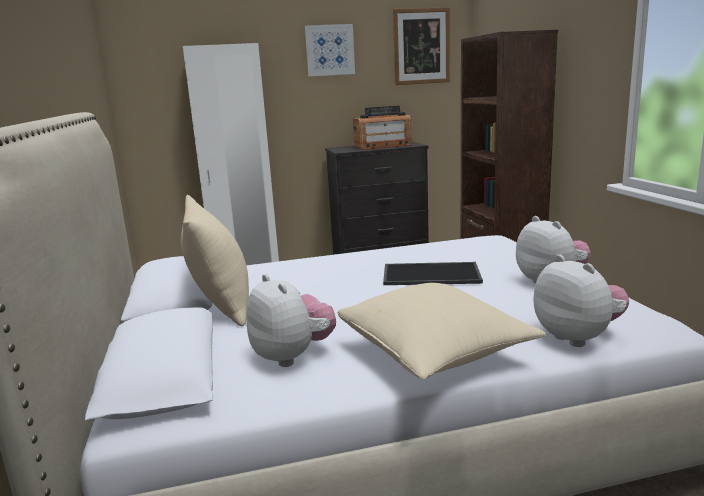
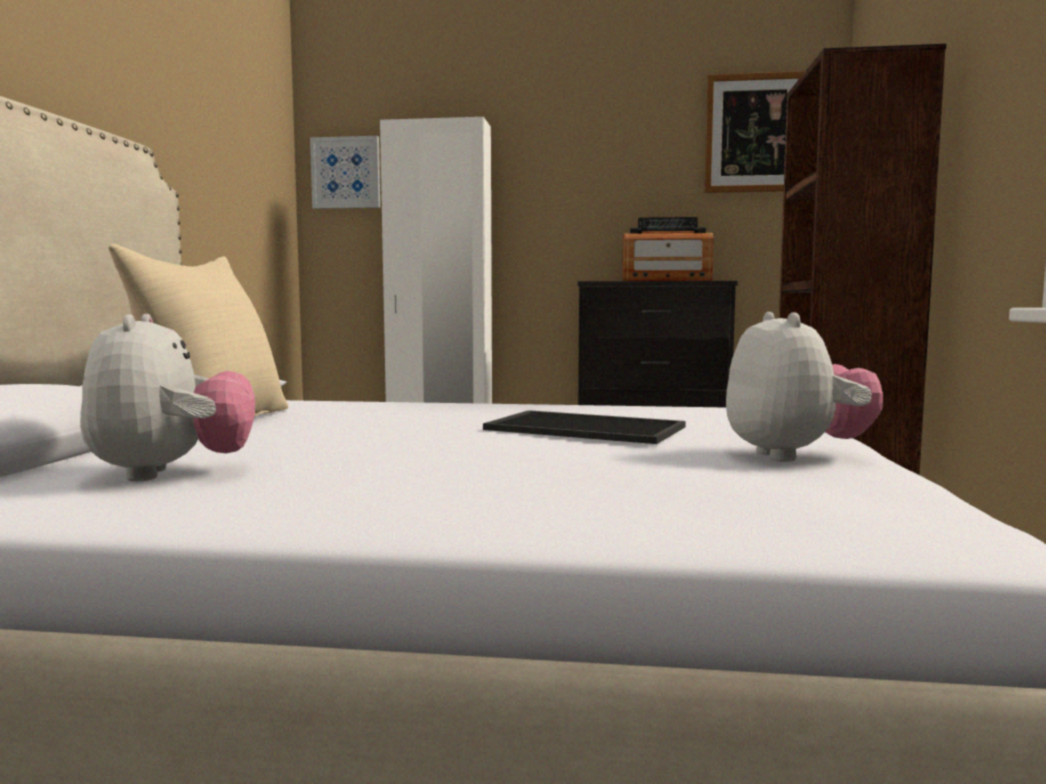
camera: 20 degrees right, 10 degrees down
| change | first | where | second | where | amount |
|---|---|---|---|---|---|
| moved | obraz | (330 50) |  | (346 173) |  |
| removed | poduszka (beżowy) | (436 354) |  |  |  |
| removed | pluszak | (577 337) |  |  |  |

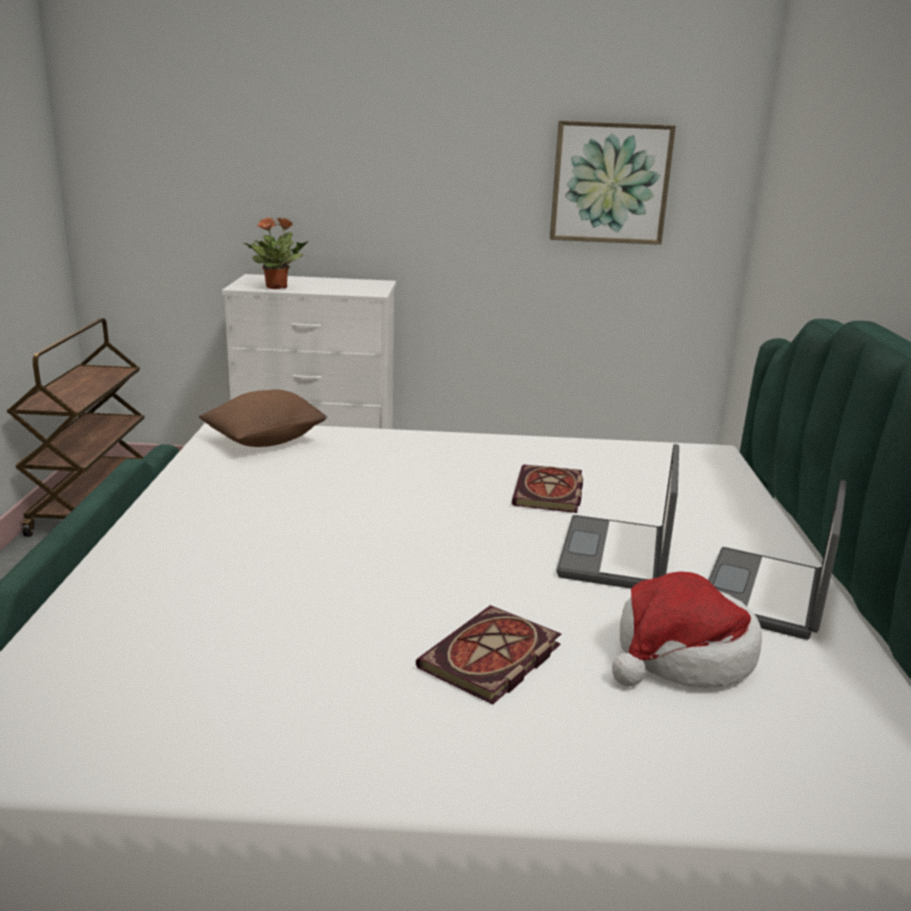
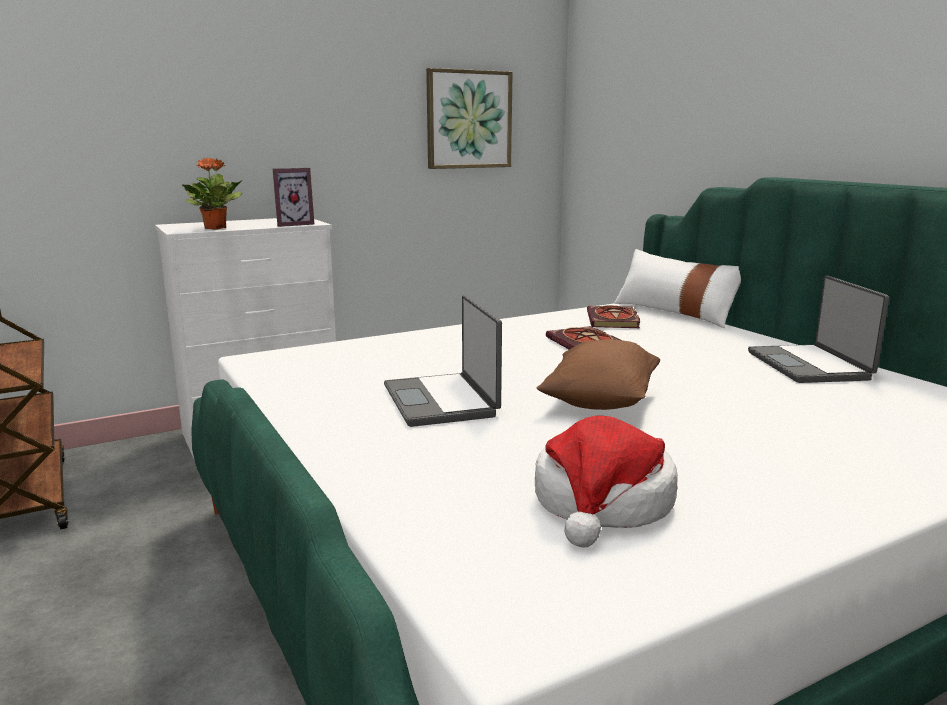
camera: 30 degrees left, 5 degrees down
| change | first | where | second | where | amount |
|---|---|---|---|---|---|
| added |  |  | ramka na zdjęcie | (293 224) |  |
| moved | laptop | (617 555) |  | (442 401) |  |
| moved | kapelusz | (682 655) |  | (602 503) |  |
| moved | poduszka (brązowy) | (265 441) |  | (600 402) |  |
| moved | książka | (491 660) |  | (614 321) |  |
| added |  |  | poduszka (biały) | (675 313) |  |

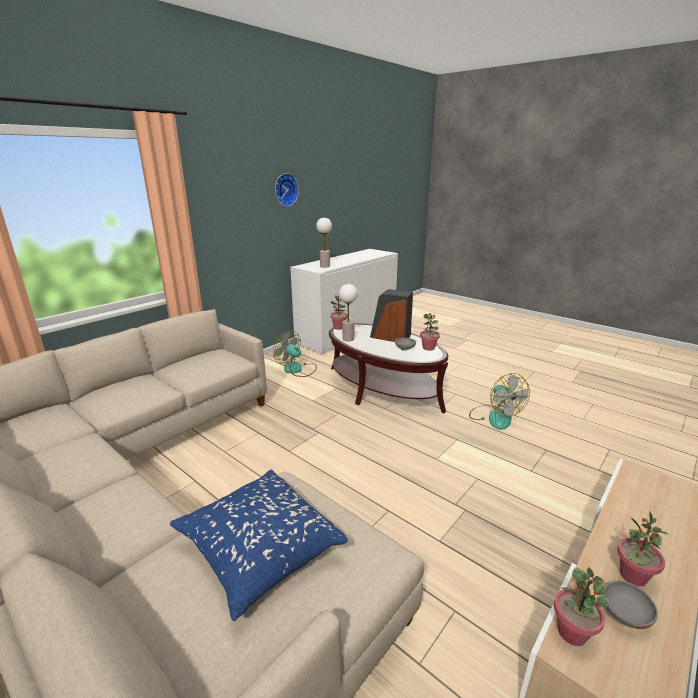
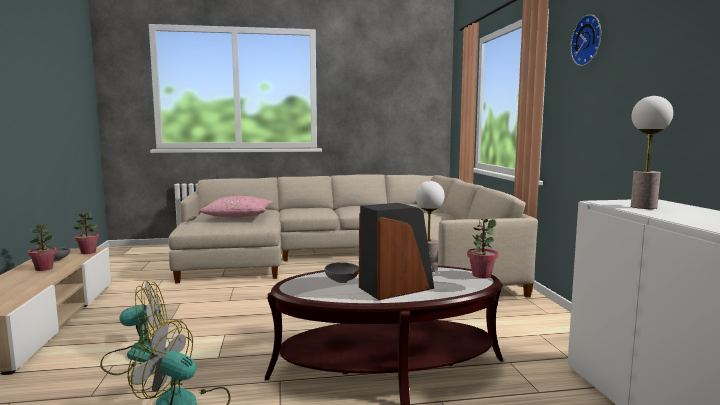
camera: 130 degrees right, 15 degrees down
| change | first | where | second | where | amount |
|---|---|---|---|---|---|
| moved | wentylator | (297 369) |  | (137 356) |  |
| recoloured | poduszka (niebieski) | (258 547) | poduszka (różowy) | (239 216) |  |
| moved | zegar ścienny | (285 190) |  | (589 40) |  |
| removed | roślina doniczkowa | (428 348) |  |  |  |

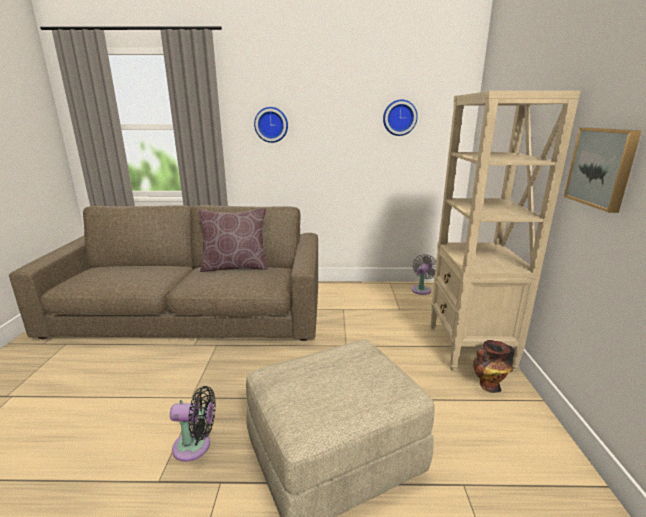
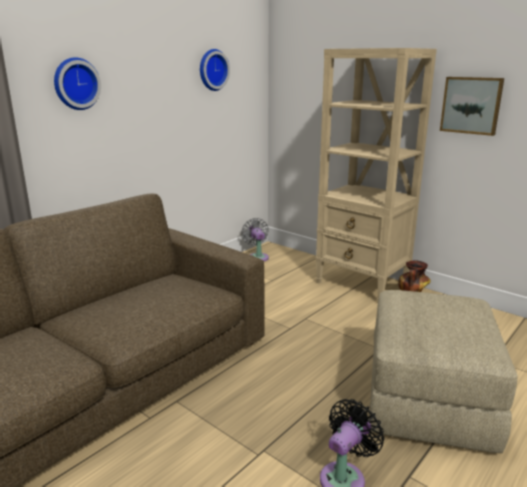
camera: 50 degrees left, 0 degrees up
| change | first | where | second | where | amount |
|---|---|---|---|---|---|
| removed | poduszka (brązowy) | (235 267) |  |  |  |

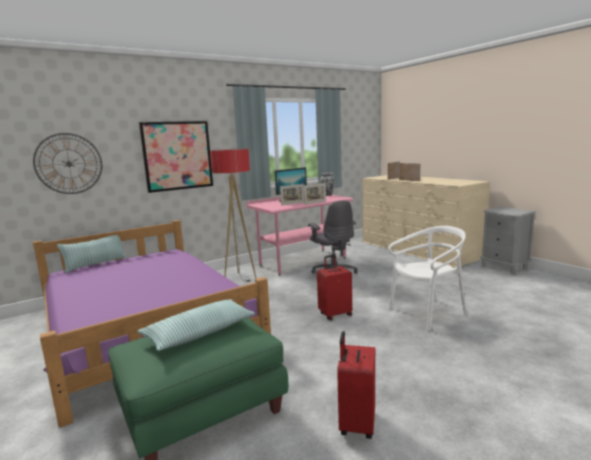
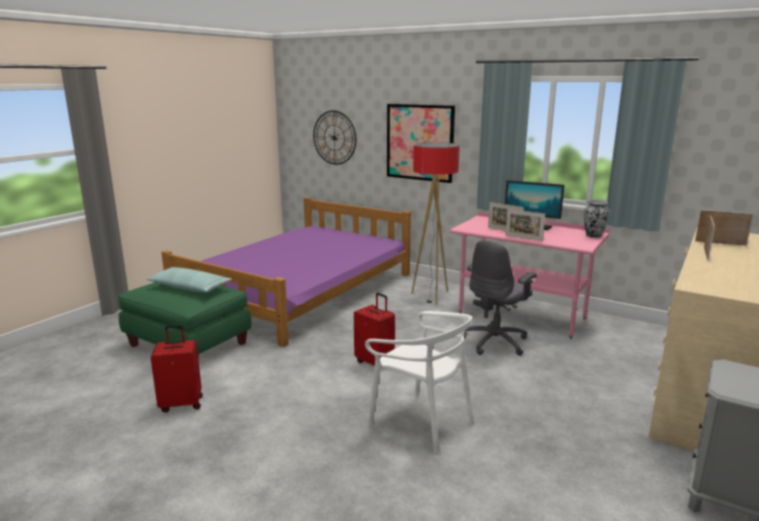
camera: 65 degrees right, 5 degrees up
| change | first | where | second | where | amount |
|---|---|---|---|---|---|
| removed | poduszka | (96 264) |  |  |  |

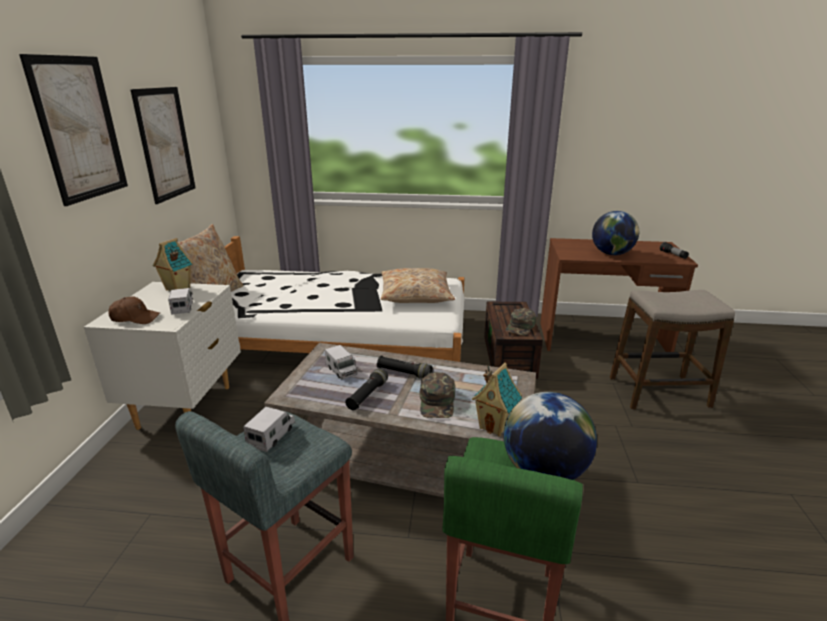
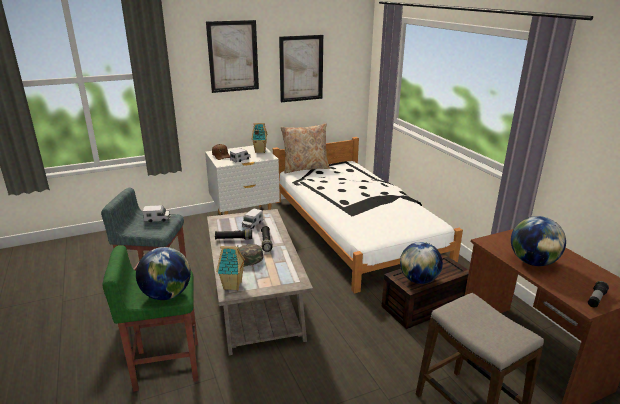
camera: 60 degrees right, 0 degrees up
| change | first | where | second | where | amount |
|---|---|---|---|---|---|
| replaced | czapka z daszkiem (zielony) | (520 326) | globus | (418 280) |  |
| removed | poduszka (beżowy) | (416 295) |  |  |  |

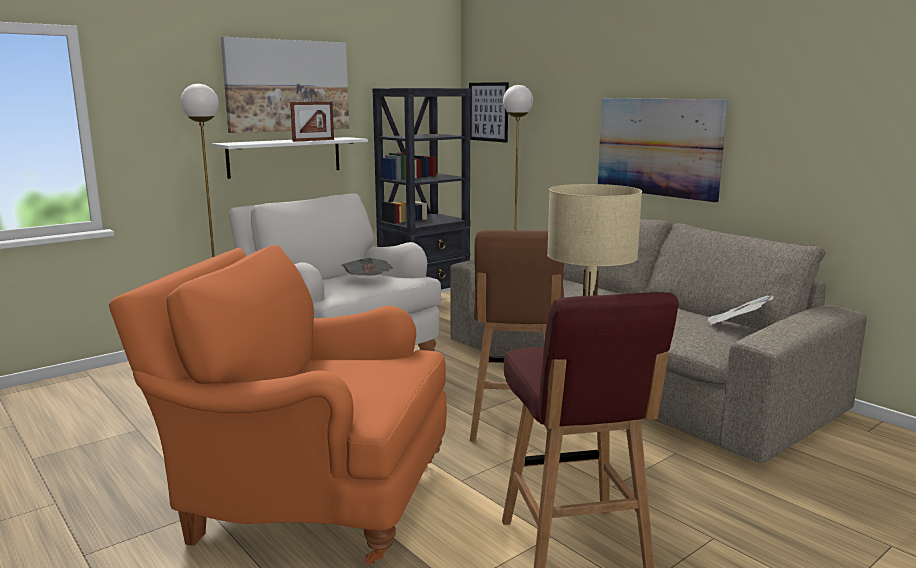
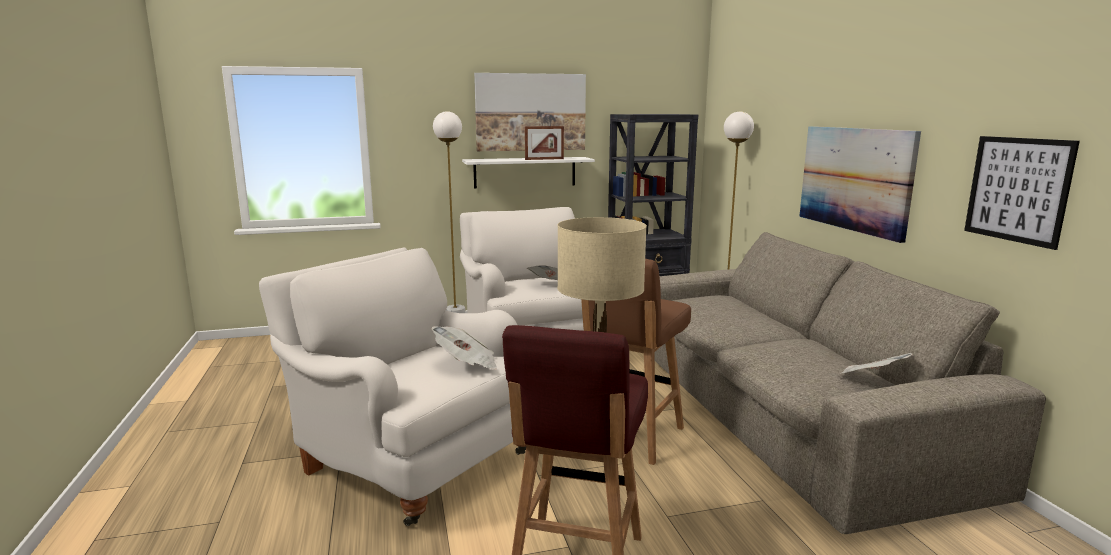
camera: 25 degrees right, 0 degrees up
| change | first | where | second | where | amount |
|---|---|---|---|---|---|
| recoloured | fotel (pomarańczowy) | (307 497) | fotel (biały) | (411 459) |  |
| added |  |  | gazeta | (467 364) |  |
| moved | obraz | (488 112) |  | (1017 189) |  |

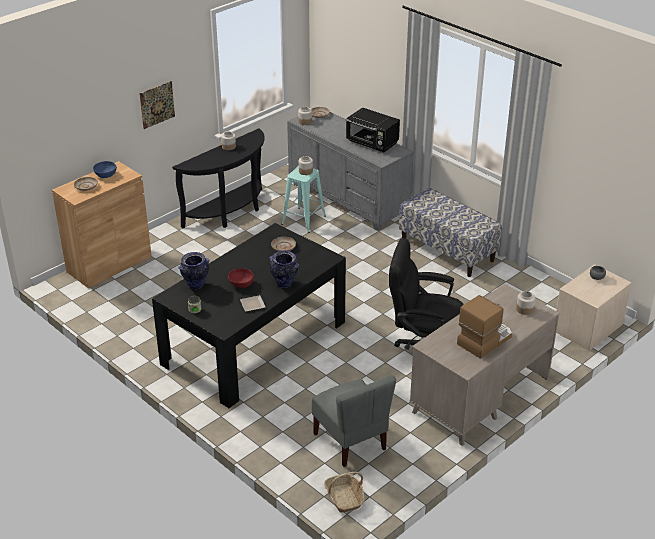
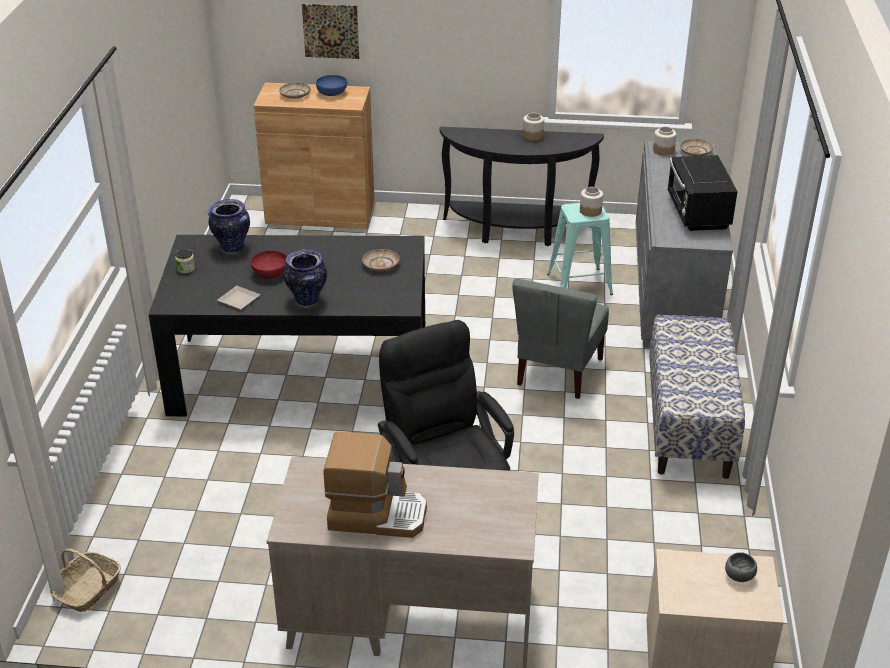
camera: 50 degrees right, 0 degrees up
| change | first | where | second | where | amount |
|---|---|---|---|---|---|
| moved | obraz | (157 104) |  | (331 31) |  |
| moved | krzesło (szary) | (351 441) |  | (558 372) |  |
| removed | słoik | (524 309) |  |  |  |

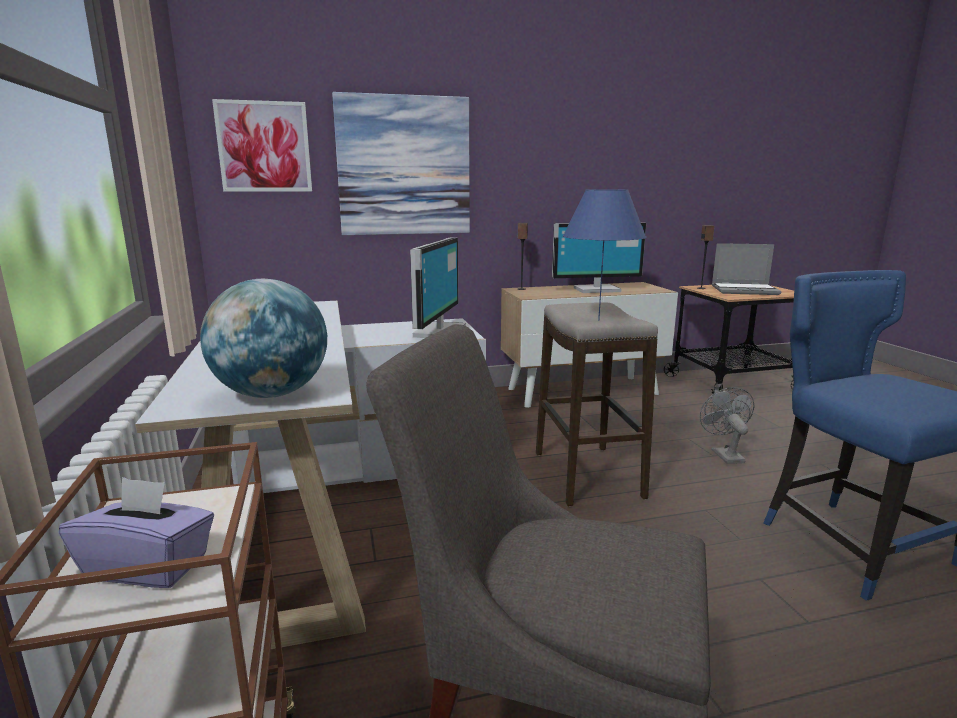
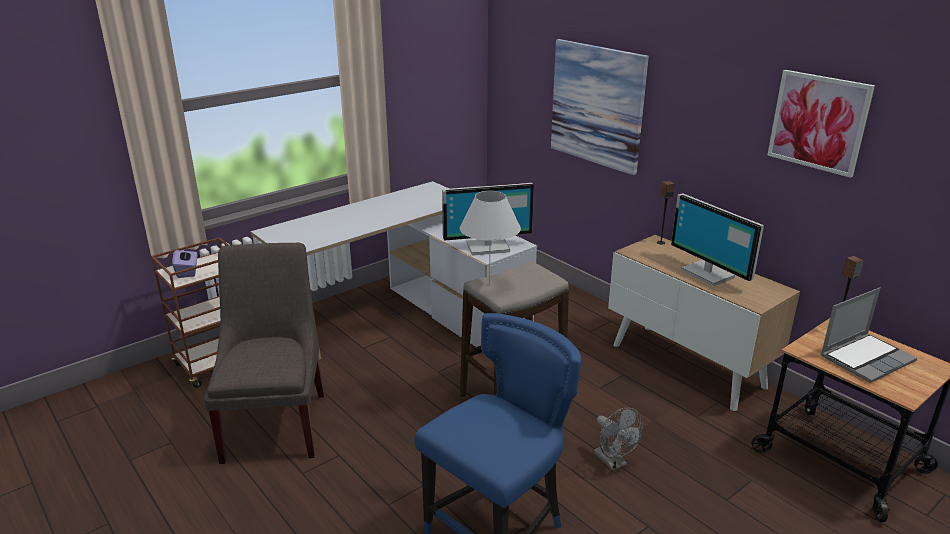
camera: 65 degrees right, 10 degrees up
| change | first | where | second | where | amount |
|---|---|---|---|---|---|
| recoloured | lampa stołowa (niebieski) | (598 320) | lampa stołowa (biały) | (489 284) |  |
| turned | wentylator (szary) | (724 454) |  | (613 462) | 90 degrees clockwise |
| moved | obraz | (264 147) |  | (818 122) |  |
| turned | laptop | (745 290) |  | (866 358) | 105 degrees counterclockwise |
| removed | globus | (271 394) |  |  |  |

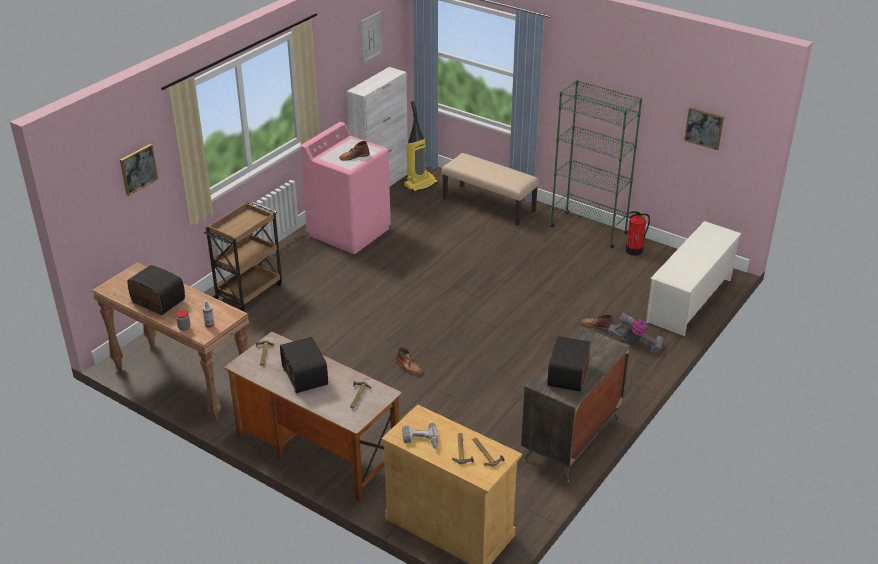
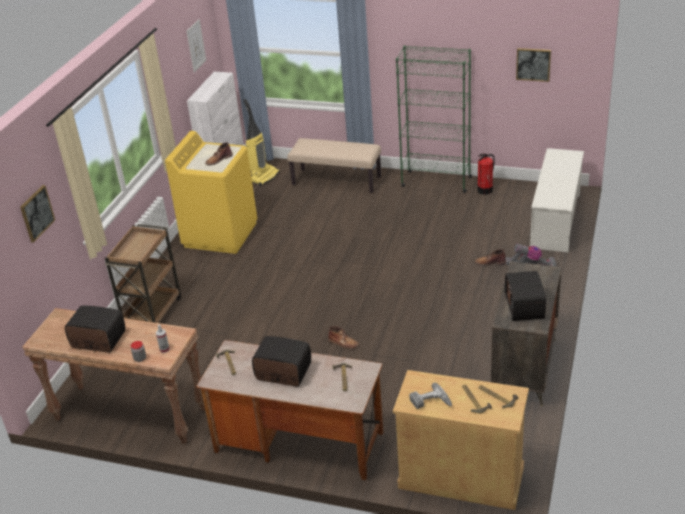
camera: 15 degrees left, 0 degrees up
| change | first | where | second | where | amount |
|---|---|---|---|---|---|
| recoloured | pralka (różowy) | (349 231) | pralka (żółty) | (220 234) |  |
| turned | radio | (306 376) |  | (282 373) | 150 degrees clockwise |

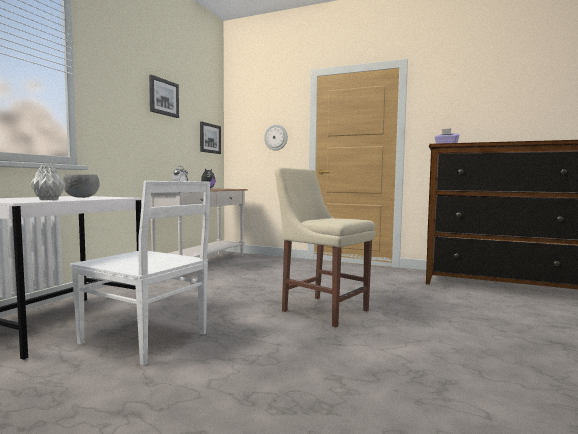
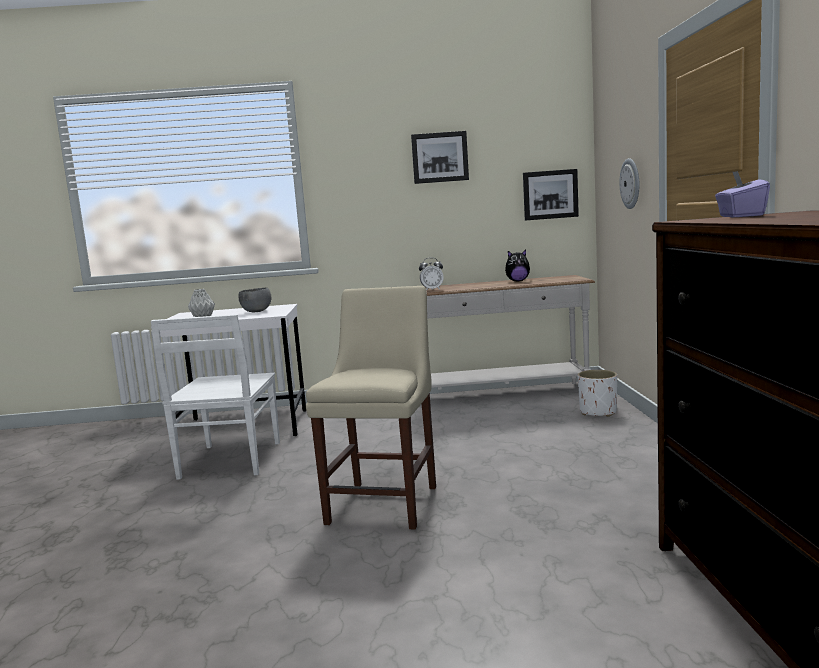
camera: 65 degrees right, 5 degrees up
| change | first | where | second | where | amount |
|---|---|---|---|---|---|
| added |  |  | donica (biały) | (598 412) |  |

